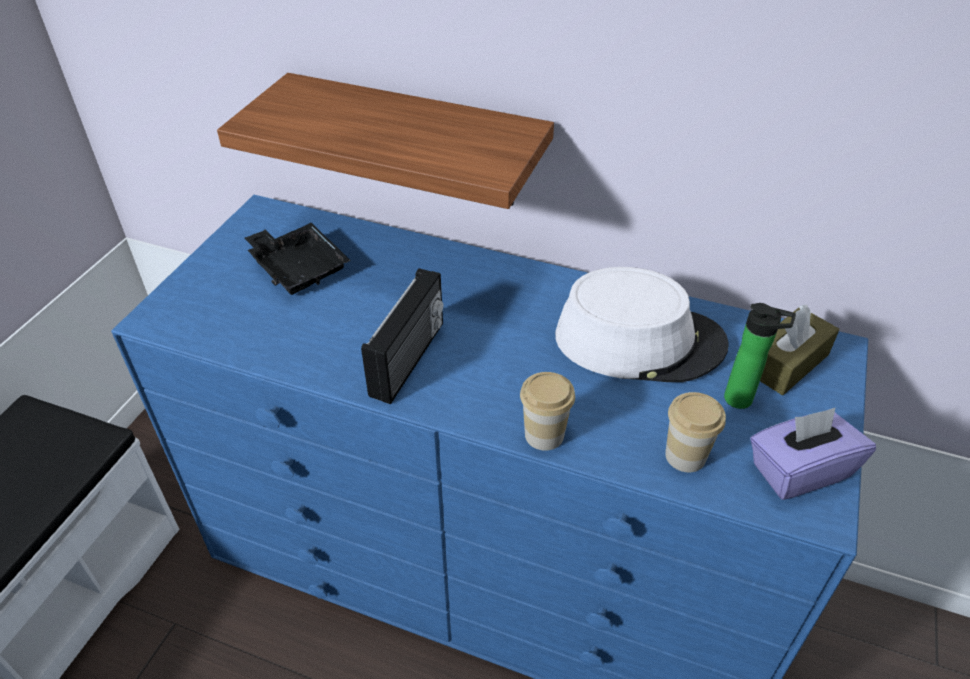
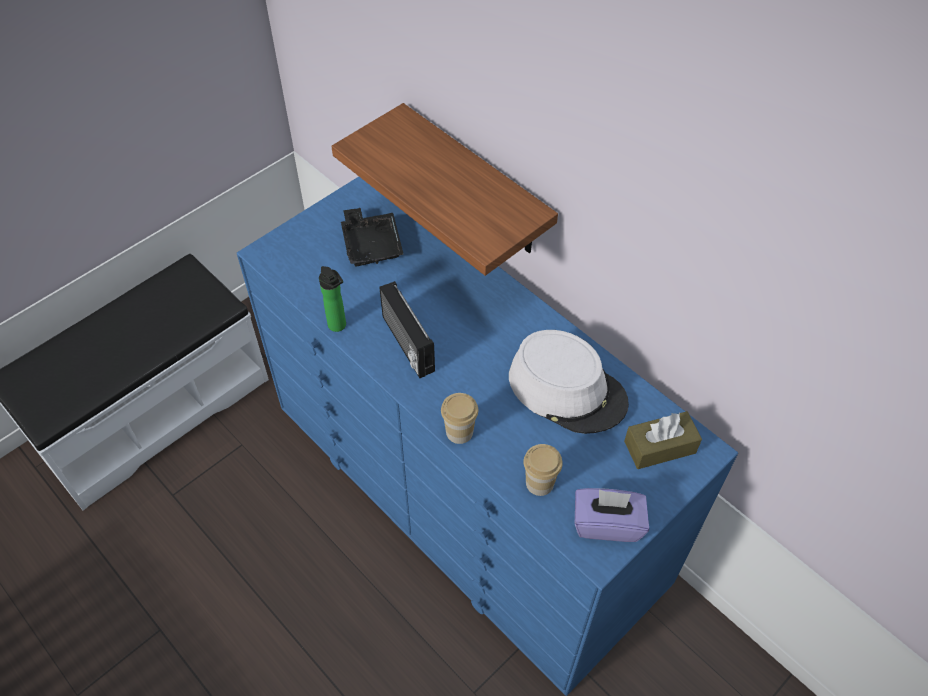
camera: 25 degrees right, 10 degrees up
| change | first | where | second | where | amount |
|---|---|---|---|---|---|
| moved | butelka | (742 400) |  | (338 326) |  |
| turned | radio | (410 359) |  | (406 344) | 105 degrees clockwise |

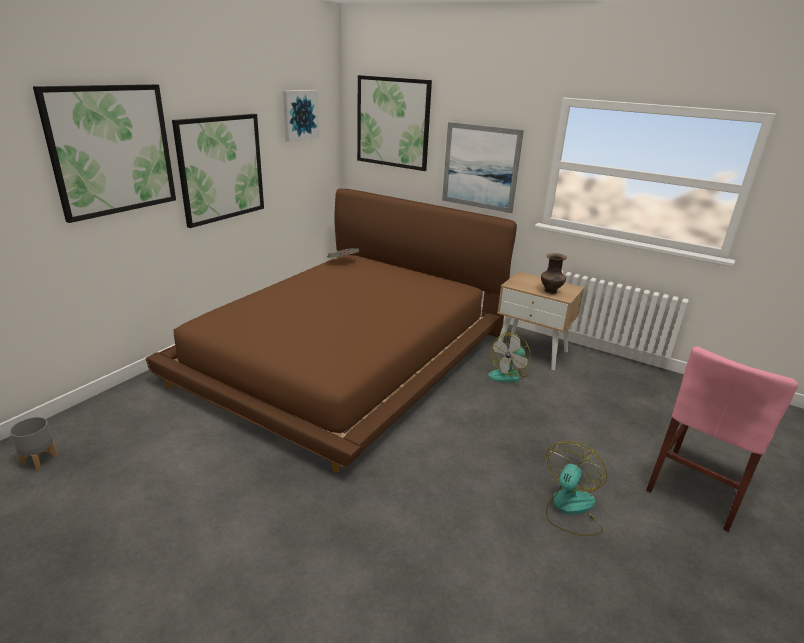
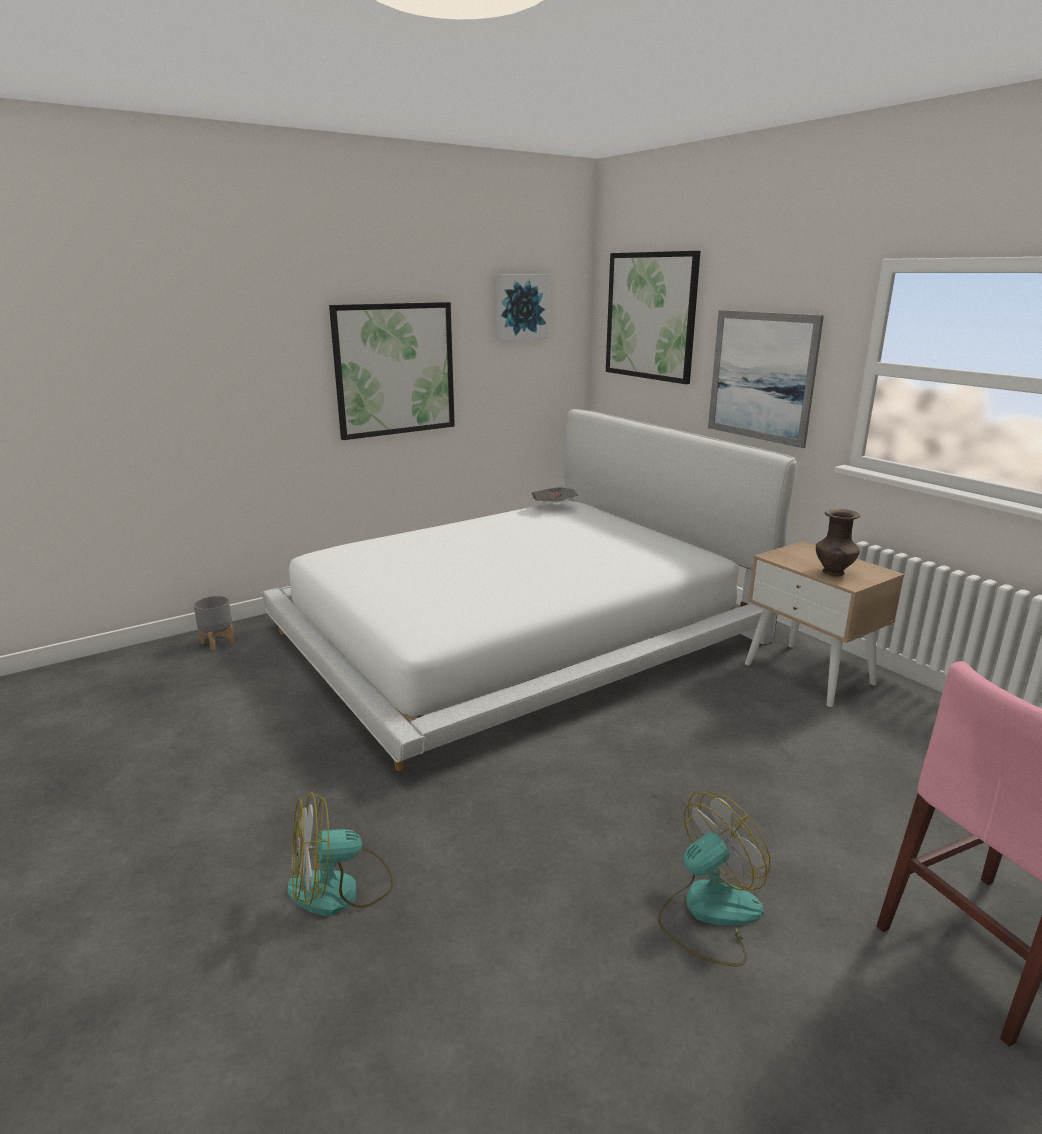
camera: 25 degrees right, 5 degrees down
| change | first | where | second | where | amount |
|---|---|---|---|---|---|
| moved | donica (szary) | (39 460) |  | (217 642) |  |
| recoloured | łóżko (brązowy) | (347 355) | łóżko (biały) | (518 633) |  |
| moved | wentylator | (509 374) |  | (340 889) |  |
| removed | obraz | (112 150) |  |  |  |

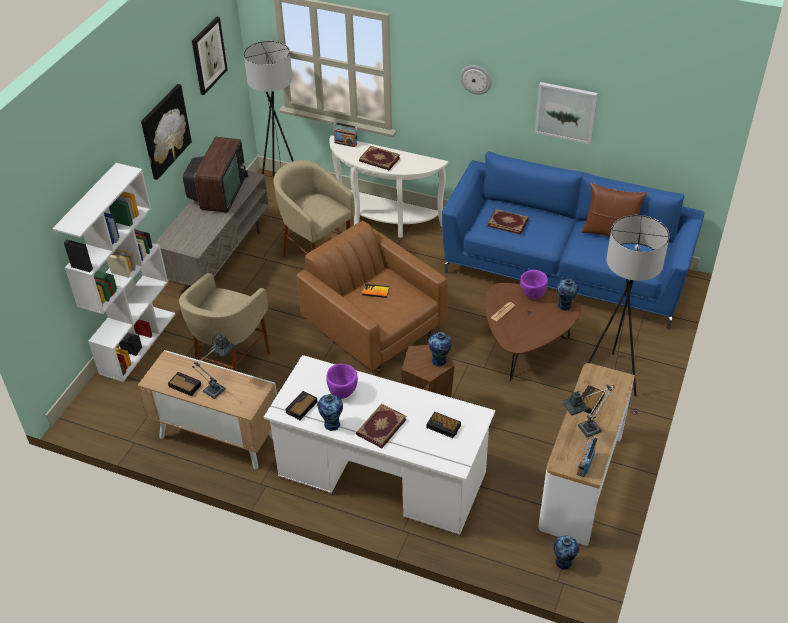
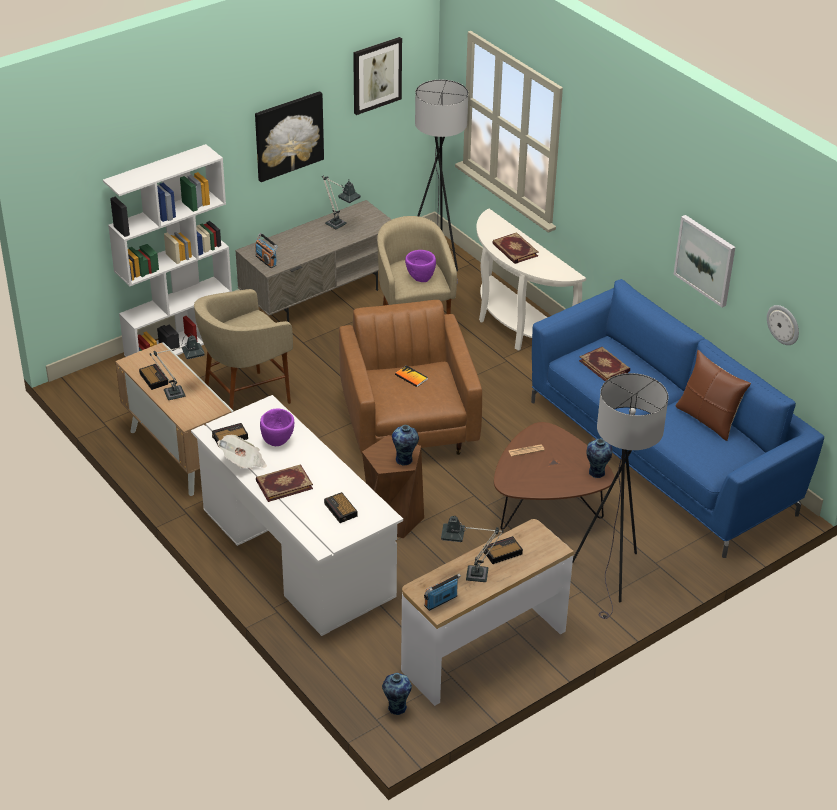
camera: 30 degrees right, 5 degrees down
| change | first | where | second | where | amount |
|---|---|---|---|---|---|
| replaced | wazon | (331 424) | gazeta | (243 462) |  |
| moved | radio | (345 143) |  | (266 260) |  |
| replaced | telewizor | (219 193) | lampa stołowa | (339 226) |  |
| moved | miska (fioletowy) | (532 295) |  | (420 278) |  |
| moved | zegar ścienny | (476 79) |  | (783 324) |  |

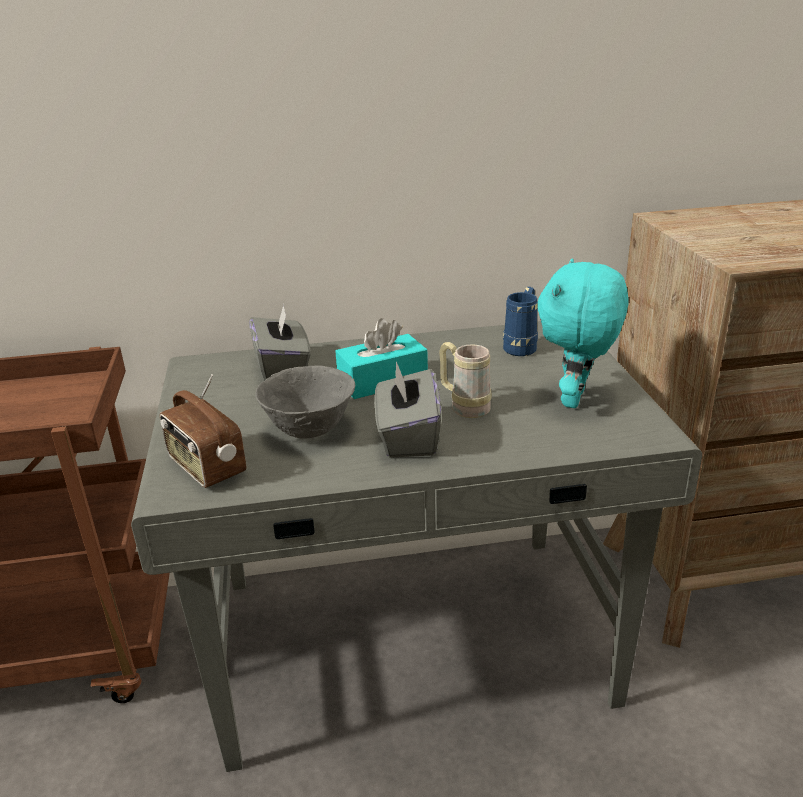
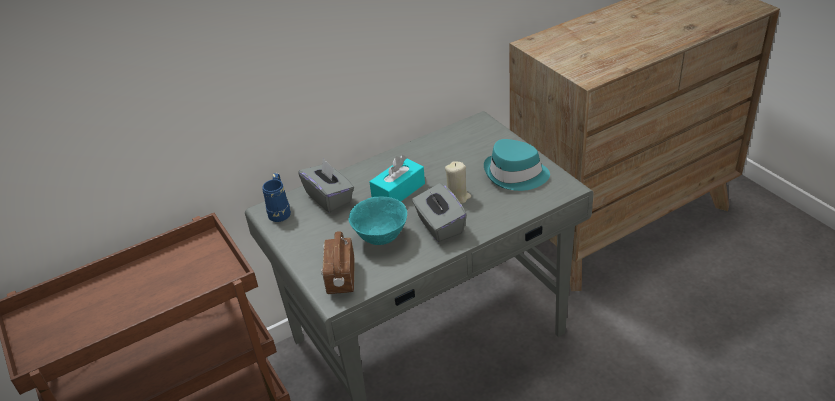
camera: 20 degrees left, 10 degrees up
| change | first | where | second | where | amount |
|---|---|---|---|---|---|
| moved | kubek (niebieski) | (522 346) |  | (280 212) |  |
| turned | radio | (205 467) |  | (340 278) | 60 degrees clockwise |
| recoloured | miska (szary) | (310 430) | miska (turkusowy) | (381 237) |  |
| replaced | kubek (beżowy) | (464 406) | świeca (beżowy) | (457 196) |  |
| replaced | pluszak (turkusowy) | (576 400) | kapelusz (turkusowy) | (515 175) |  |

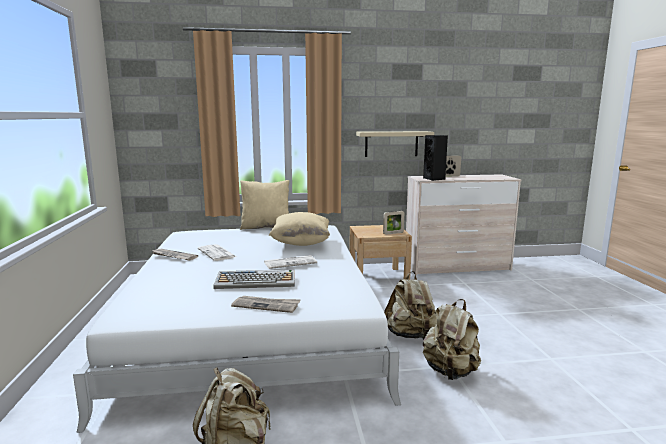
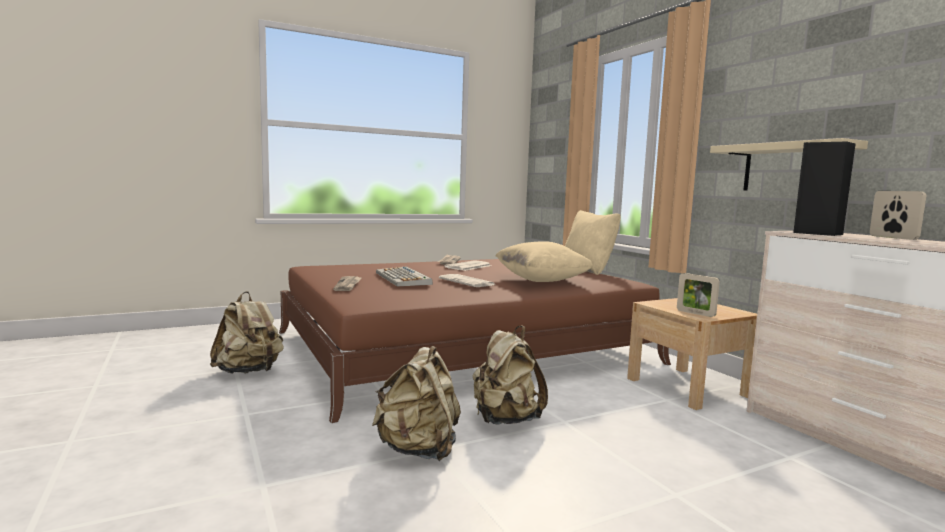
camera: 70 degrees right, 5 degrees down
| change | first | where | second | where | amount |
|---|---|---|---|---|---|
| recoloured | łóżko (biały) | (253 324) | łóżko (brązowy) | (462 347) |  |

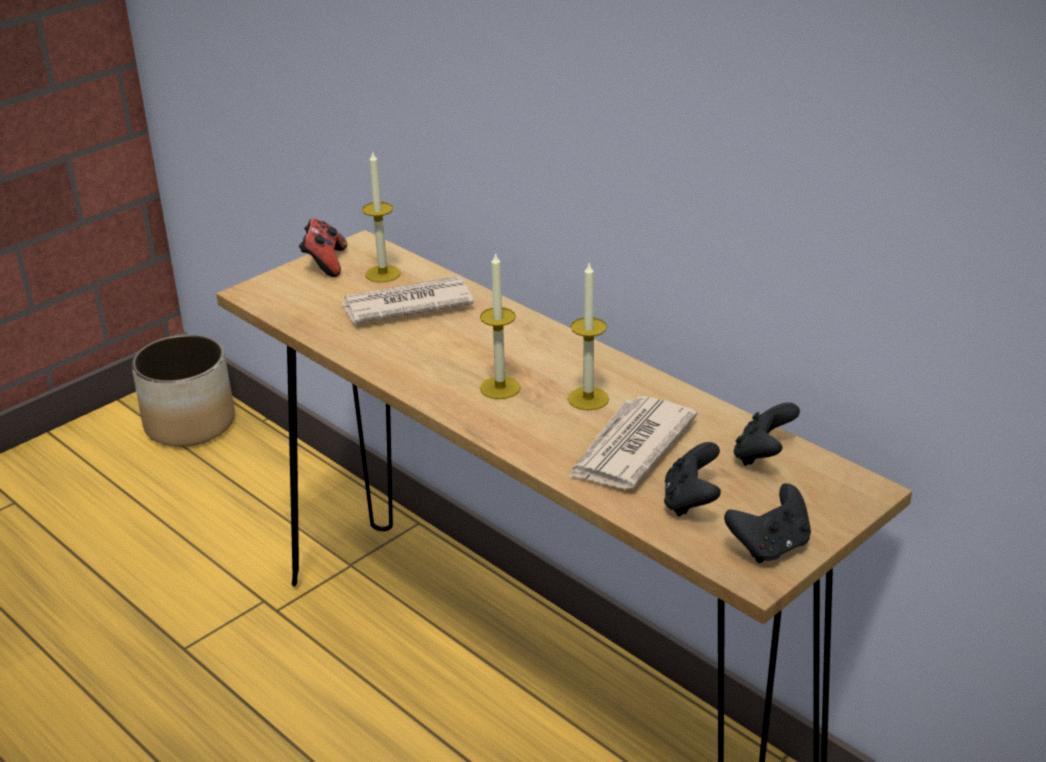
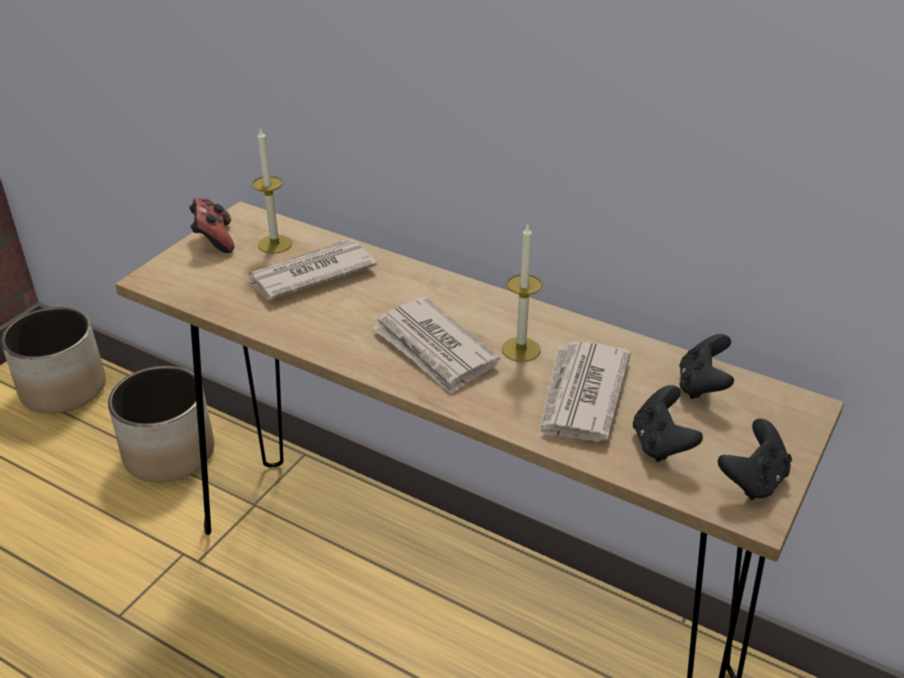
camera: 15 degrees left, 5 degrees up
| change | first | where | second | where | amount |
|---|---|---|---|---|---|
| added |  |  | donica | (170 453) |  |
| replaced | świeca | (500 388) | gazeta | (434 349) |  |

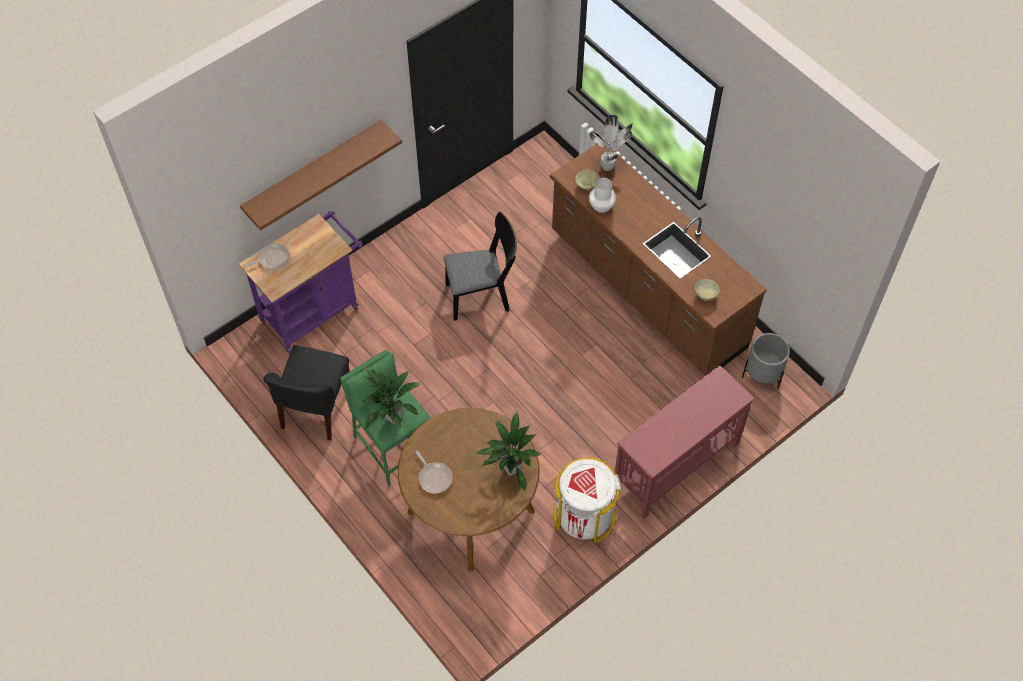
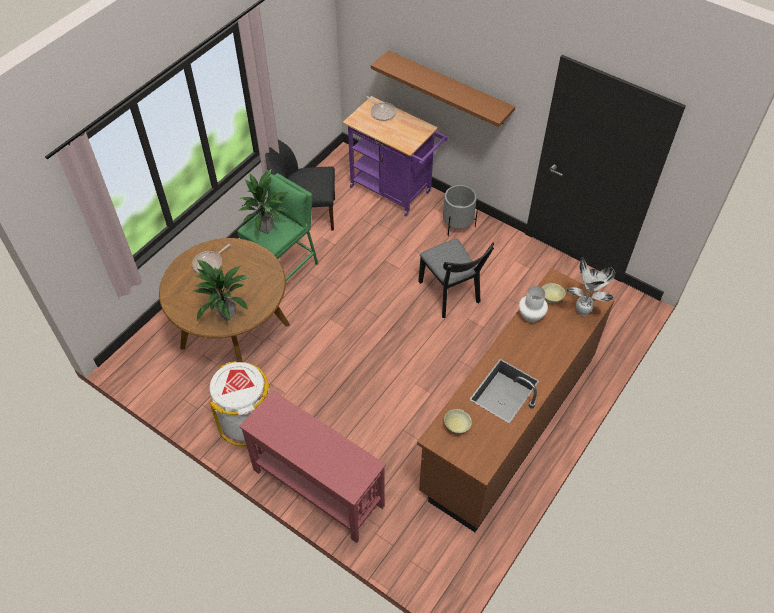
camera: 75 degrees right, 5 degrees down
| change | first | where | second | where | amount |
|---|---|---|---|---|---|
| moved | donica (szary) | (762 374) |  | (457 225) |  |

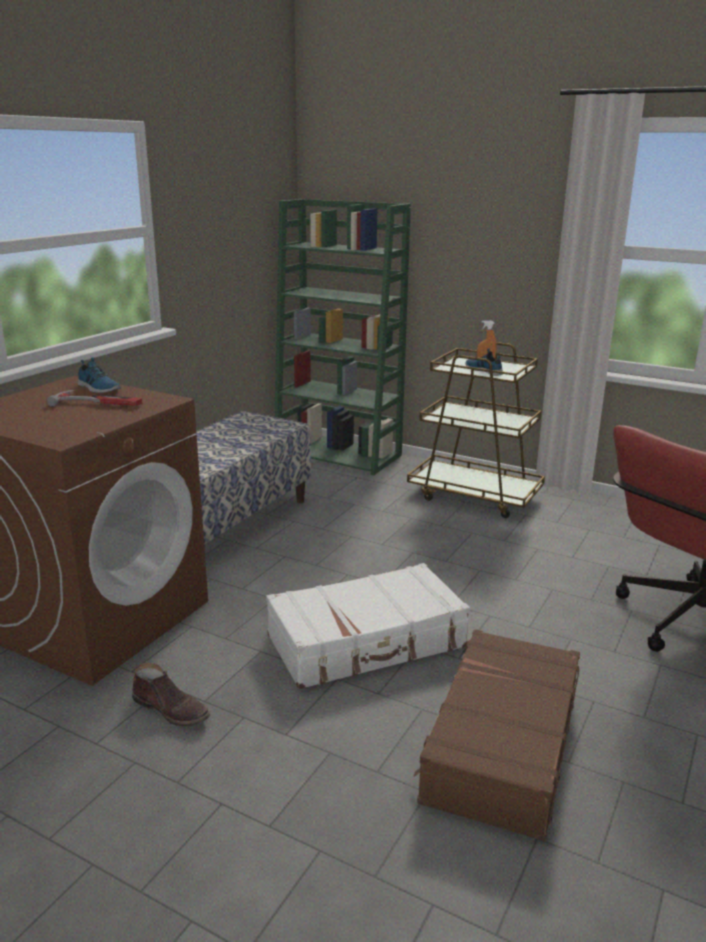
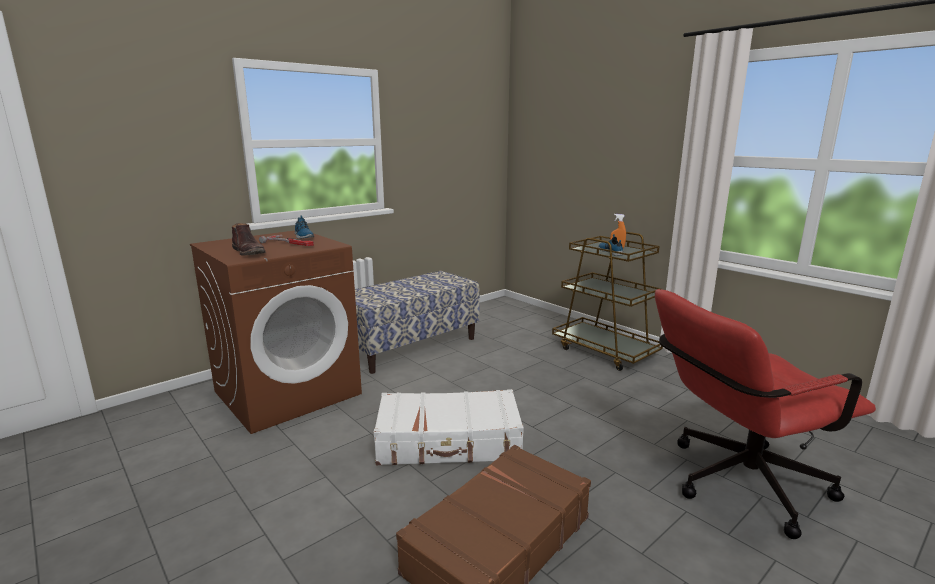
camera: 20 degrees right, 5 degrees down
| change | first | where | second | where | amount |
|---|---|---|---|---|---|
| moved | but z cholewką (brązowy) | (172 709) |  | (249 252) |  |
| removed | regał (zielony) | (339 454) |  |  |  |

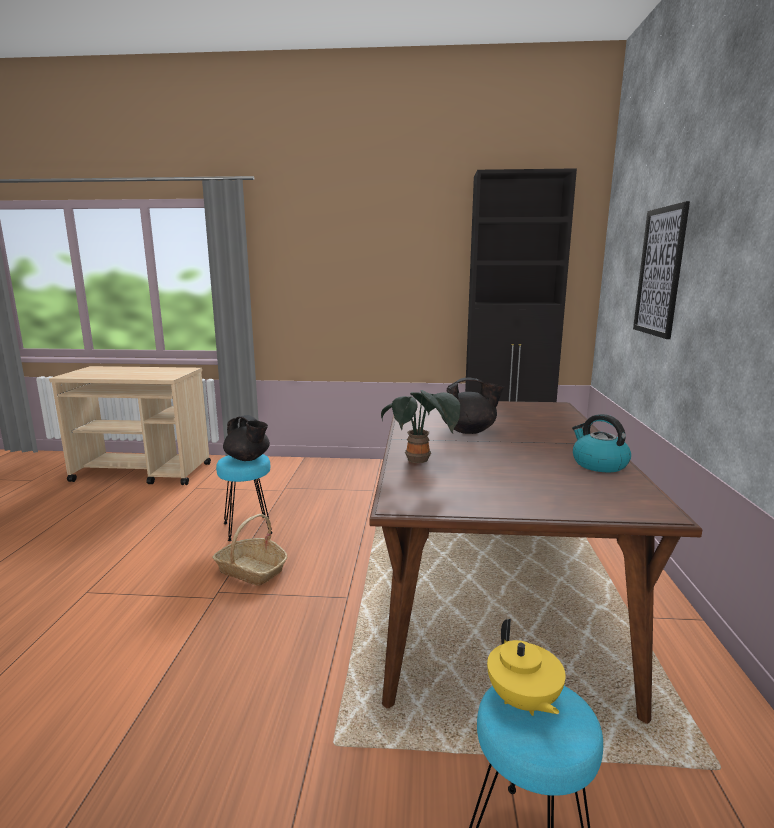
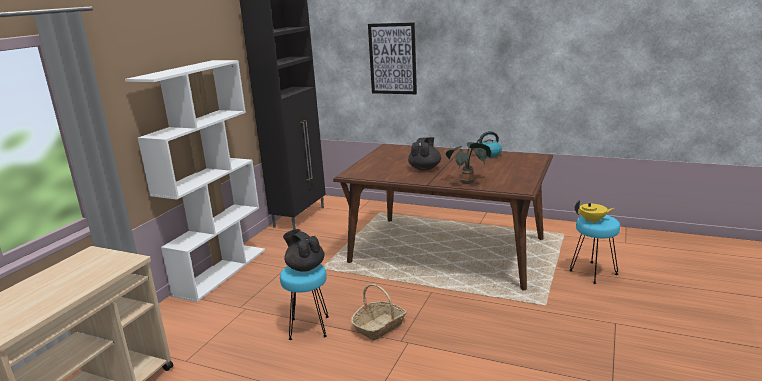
camera: 70 degrees left, 5 degrees up
| change | first | where | second | where | amount |
|---|---|---|---|---|---|
| added |  |  | regał (biały) | (221 271) |  |
| turned | imbryk (czarny) | (248 458) |  | (305 267) | 105 degrees counterclockwise |

